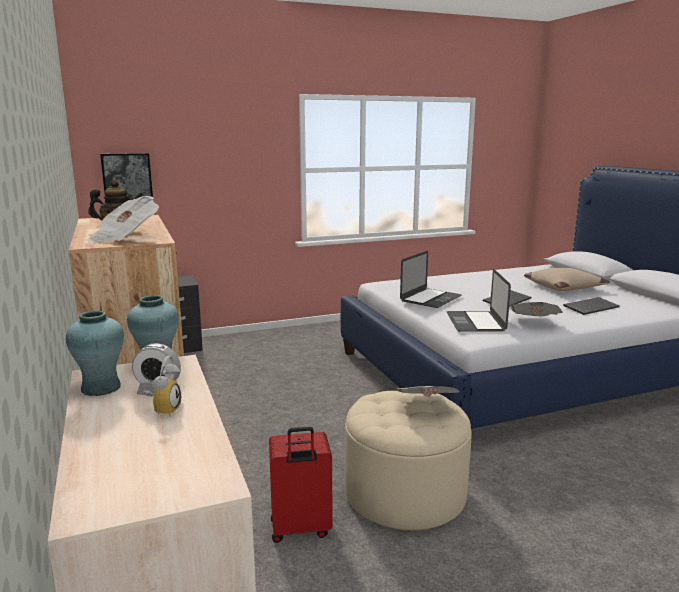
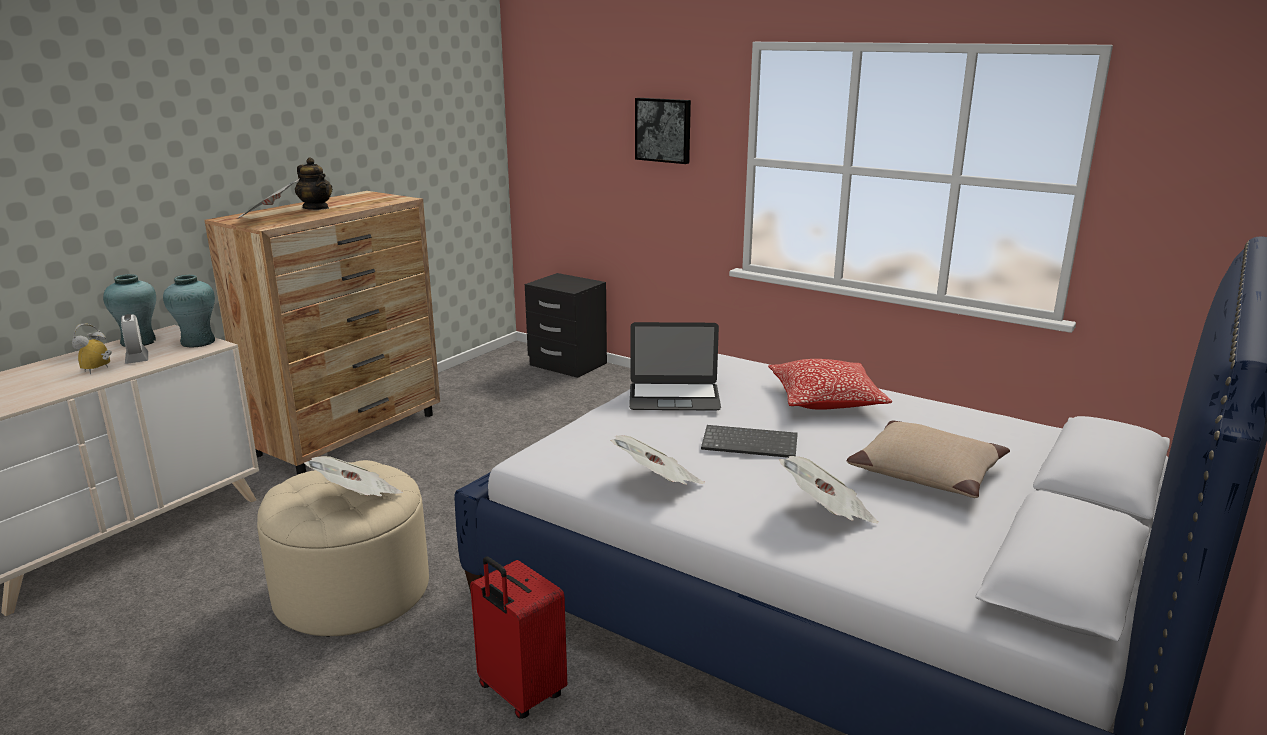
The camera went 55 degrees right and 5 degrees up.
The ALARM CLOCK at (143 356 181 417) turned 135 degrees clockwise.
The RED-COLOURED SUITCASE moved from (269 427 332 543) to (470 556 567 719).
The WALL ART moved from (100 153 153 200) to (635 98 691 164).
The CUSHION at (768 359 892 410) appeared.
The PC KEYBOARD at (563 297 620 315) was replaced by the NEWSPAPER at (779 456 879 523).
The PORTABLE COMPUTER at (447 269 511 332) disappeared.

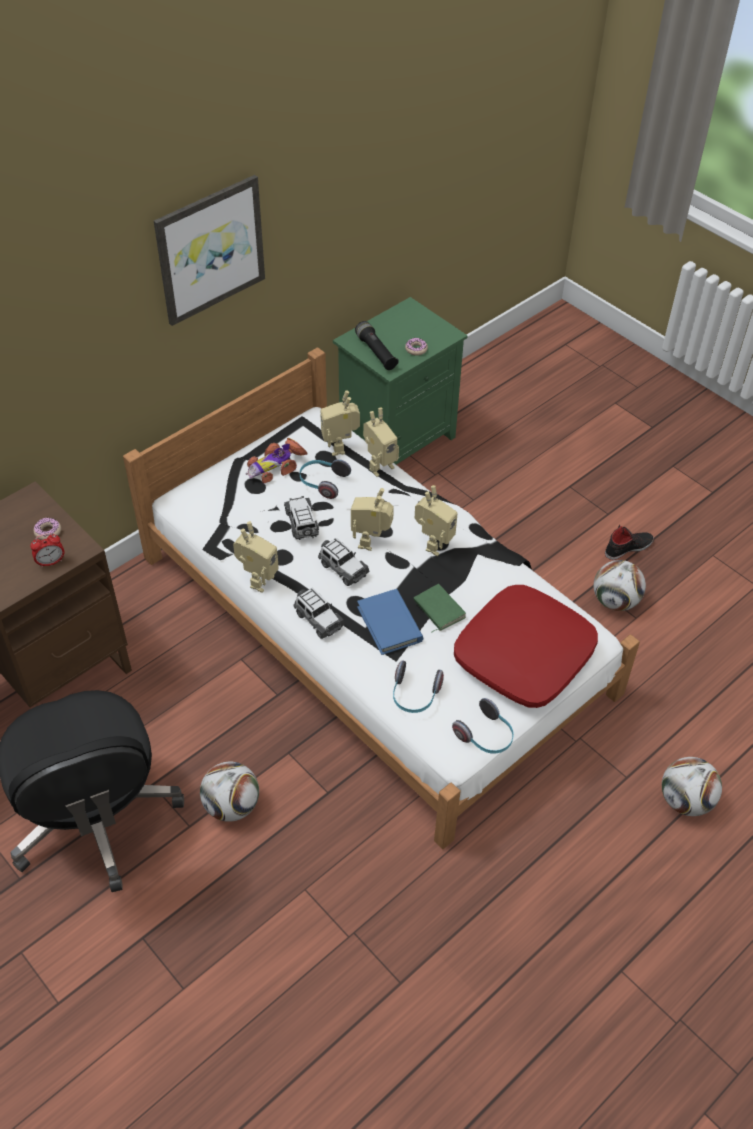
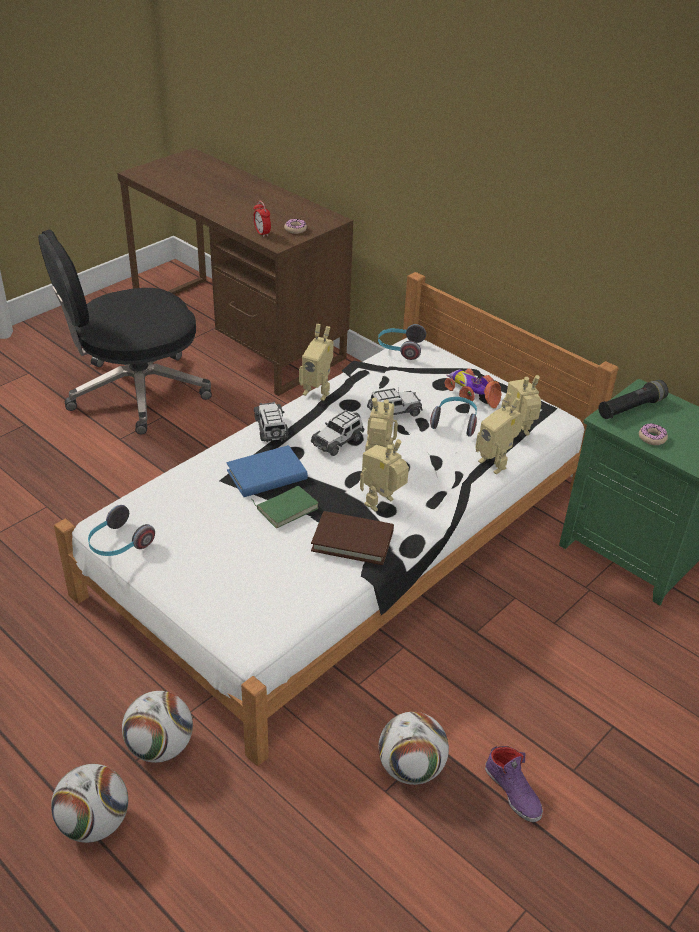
The camera went 85 degrees right and 10 degrees down.
The BALL FOR FOOTBALL moved from (200 762 259 822) to (122 691 193 763).
The MODEL CAR at (294 588 345 639) turned 120 degrees clockwise.
The BROWN VOLUME at (311 511 394 565) appeared.
The MODEL ROBOT at (415 485 458 556) turned 105 degrees clockwise.
The HEADSET moved from (393 660 444 713) to (378 324 426 360).
The BLACKISH SHOE at (605 525 654 560) became the PURPLE-COLOURED SHOE at (485 746 543 823).
The WALL ART at (154 175 265 326) disappeared.
The RED-COLOURED CUSHION at (454 585 598 708) disappeared.

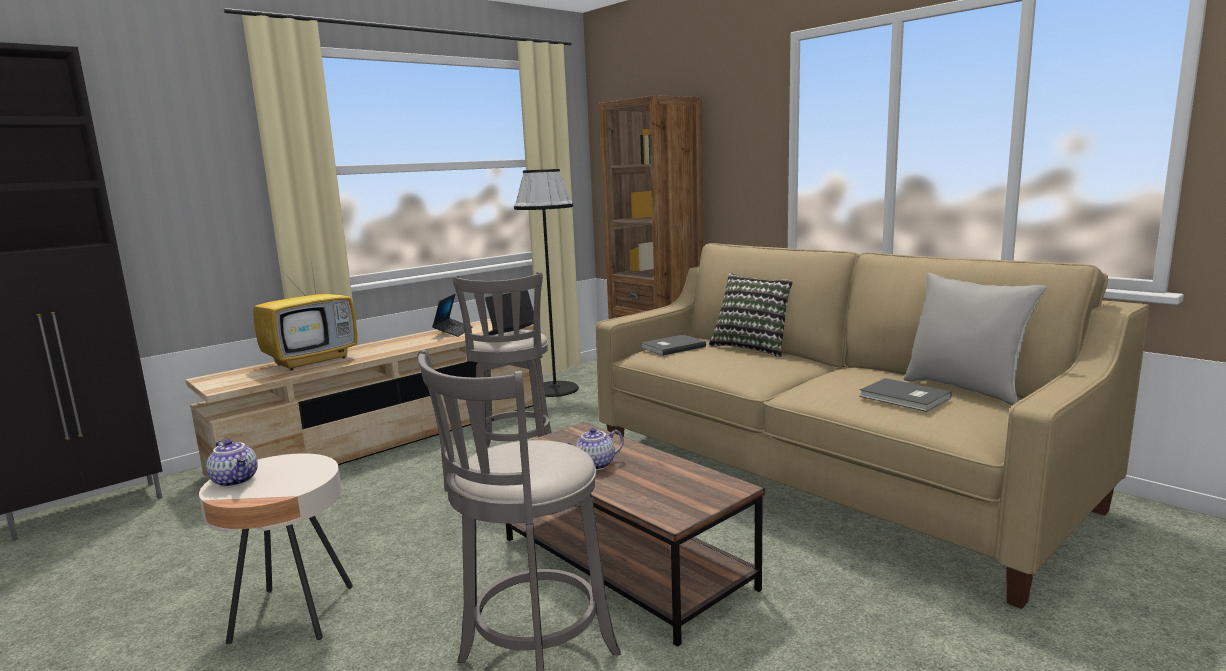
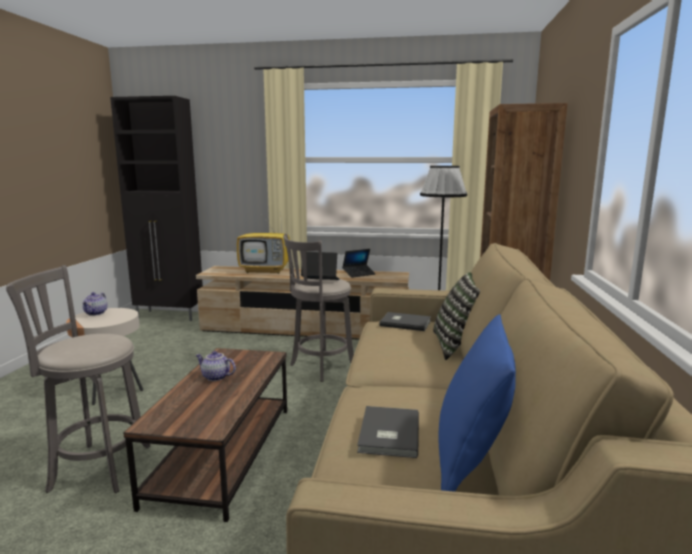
The camera went 50 degrees right and 0 degrees up.
The GRAY CUSHION at (904 273 1046 405) became the BLUE CUSHION at (438 314 516 492).

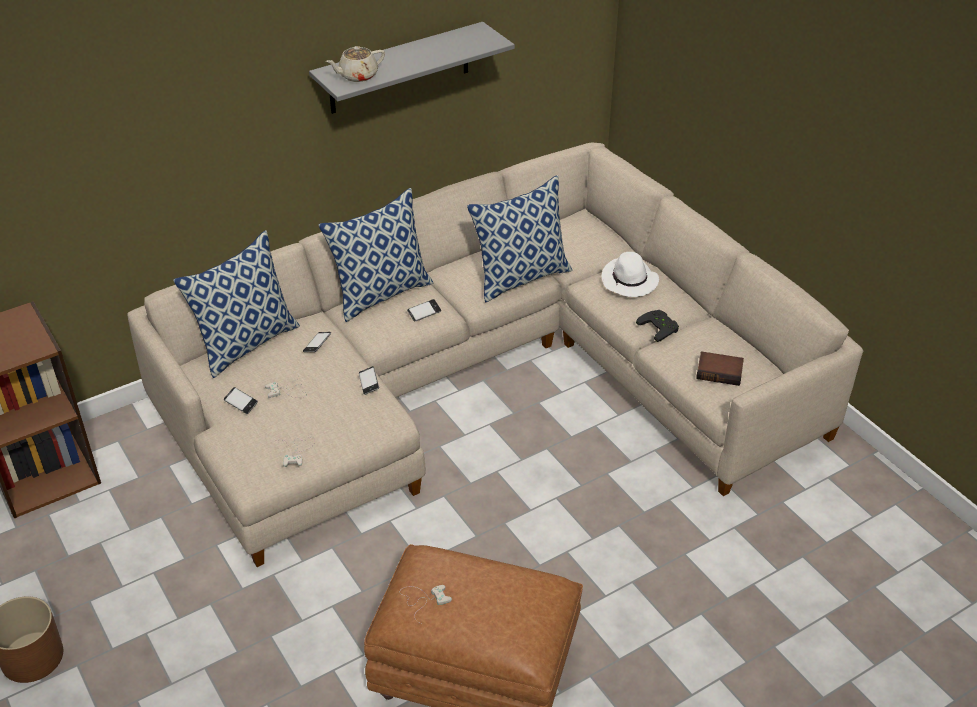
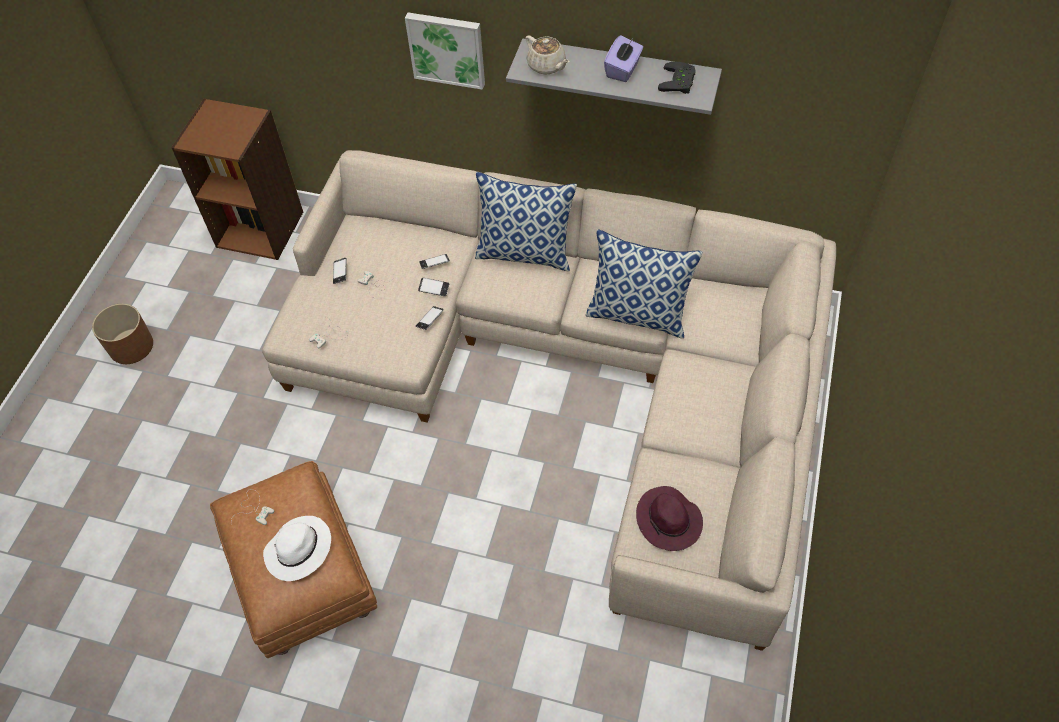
The camera went 50 degrees right and 15 degrees up.
The WHITE-COLOURED WEARABLE HAT moved from (602 252 659 297) to (263 516 331 581).
The WALL ART at (405 13 485 90) appeared.
The TELEPHONE moved from (407 299 441 321) to (418 278 449 296).
The BEIGE TEAPOT at (326 46 385 82) turned 150 degrees counterclockwise.
The PURPLE-COLOURED BOX OF TISSUES at (604 35 643 82) appeared.
The VOLUME at (696 351 744 386) was replaced by the PURPLE-COLOURED WEARABLE HAT at (636 486 703 551).
The BLACKISH JOYPAD moved from (636 310 679 342) to (658 62 696 94).
The CUSHION at (173 230 300 378) disappeared.

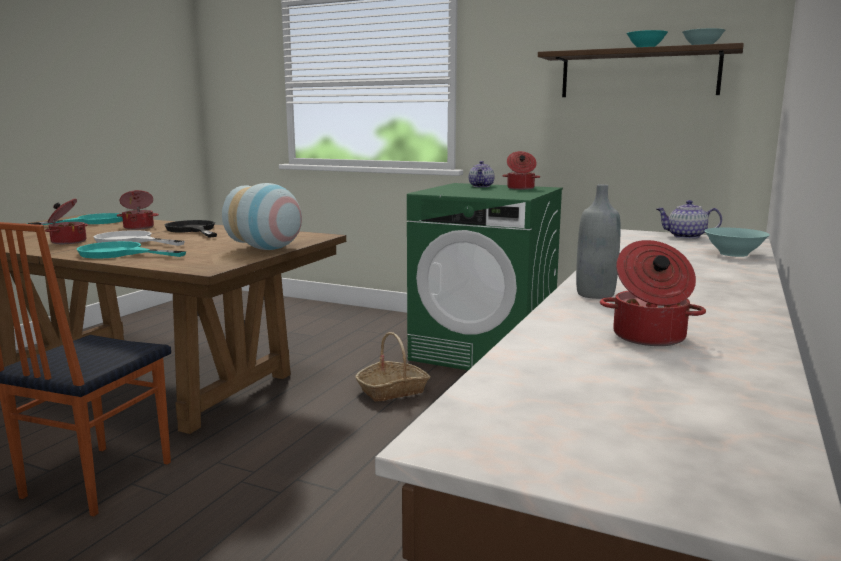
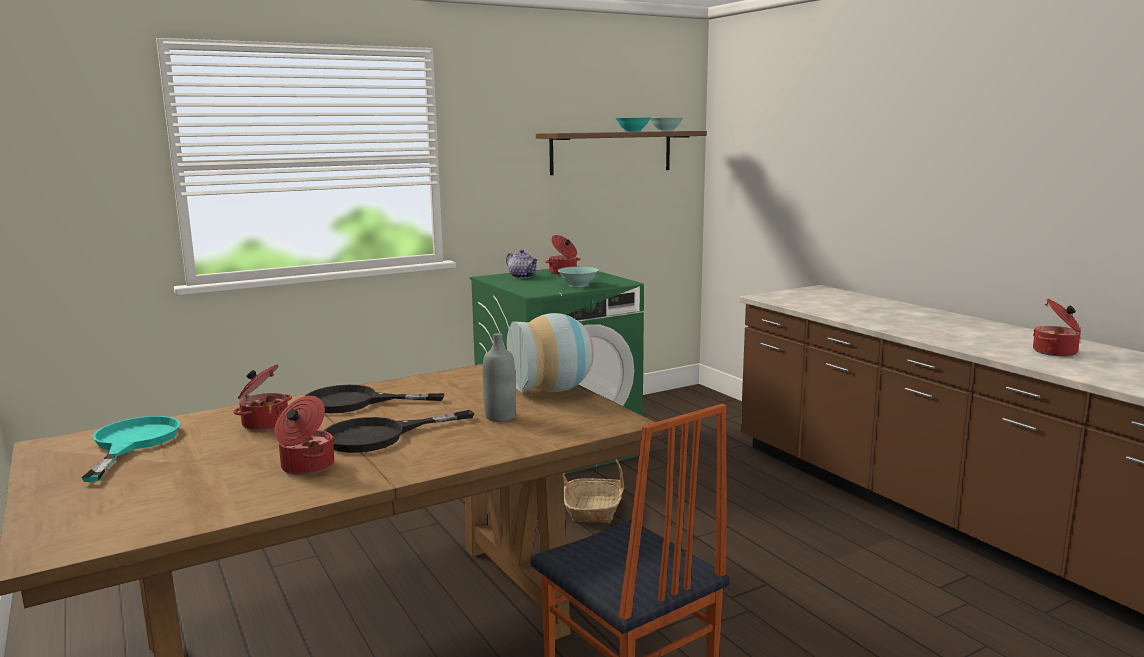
The camera went 55 degrees left and 0 degrees up.
The WHITE-COLOURED SKILLET at (94 230 185 246) became the BLACKISH SKILLET at (324 410 474 453).
The GRAY BOTTLE moved from (576 184 621 299) to (483 333 516 422).
The BLUE-GREEN BOWL moved from (704 227 770 257) to (558 267 599 287).
The BLUE-GREEN SKILLET at (77 241 186 259) disappeared.
The TEAPOT at (657 200 722 239) disappeared.

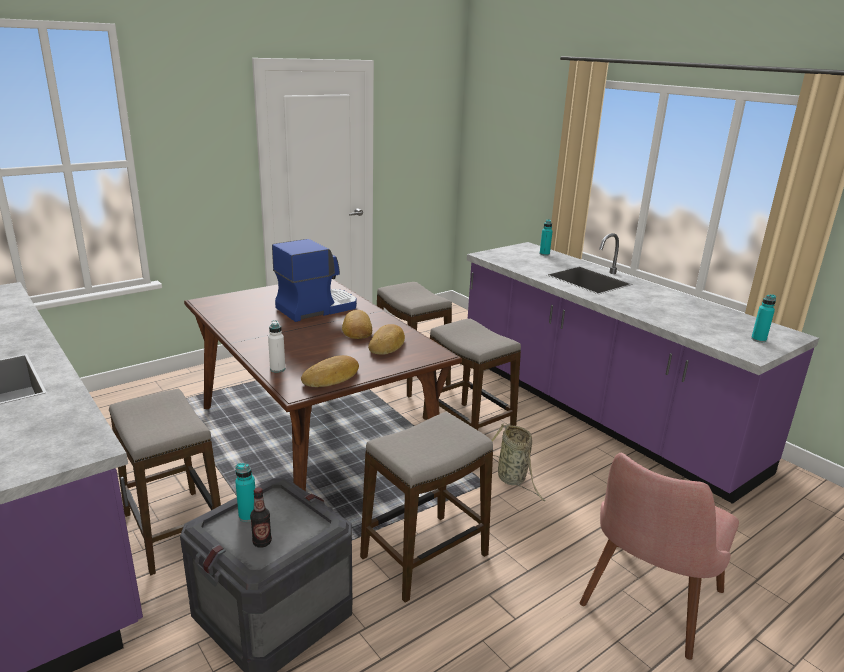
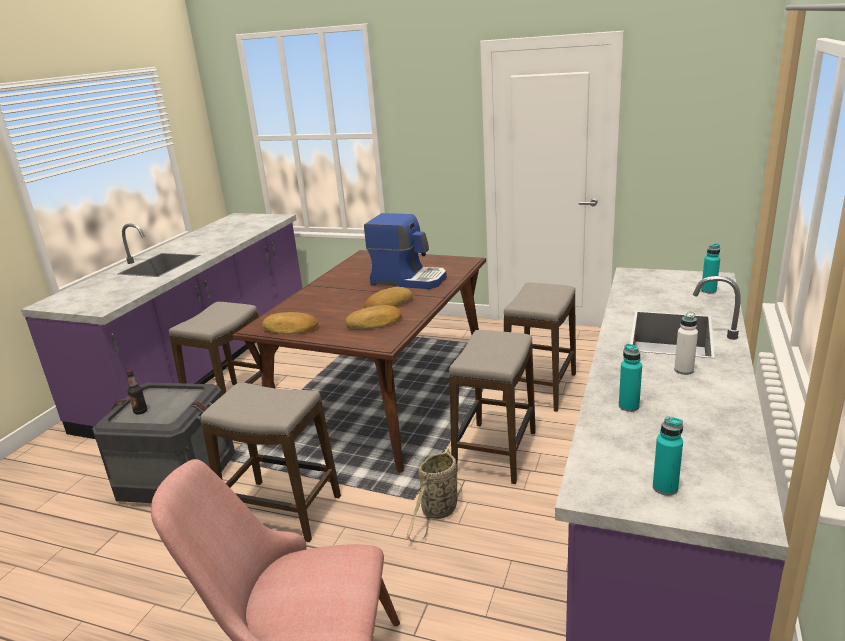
The camera went 60 degrees right and 0 degrees up.
The BLUE-GREEN BOTTLE moved from (235 463 255 522) to (619 344 642 412).
The WHITE-COLOURED BOTTLE moved from (268 320 285 373) to (674 312 698 375).

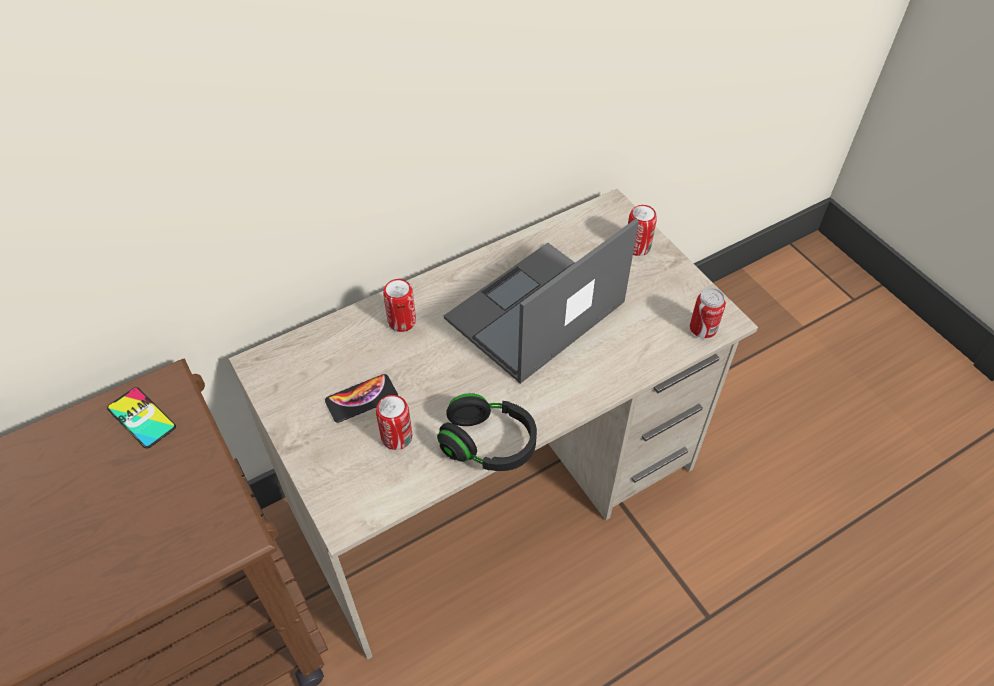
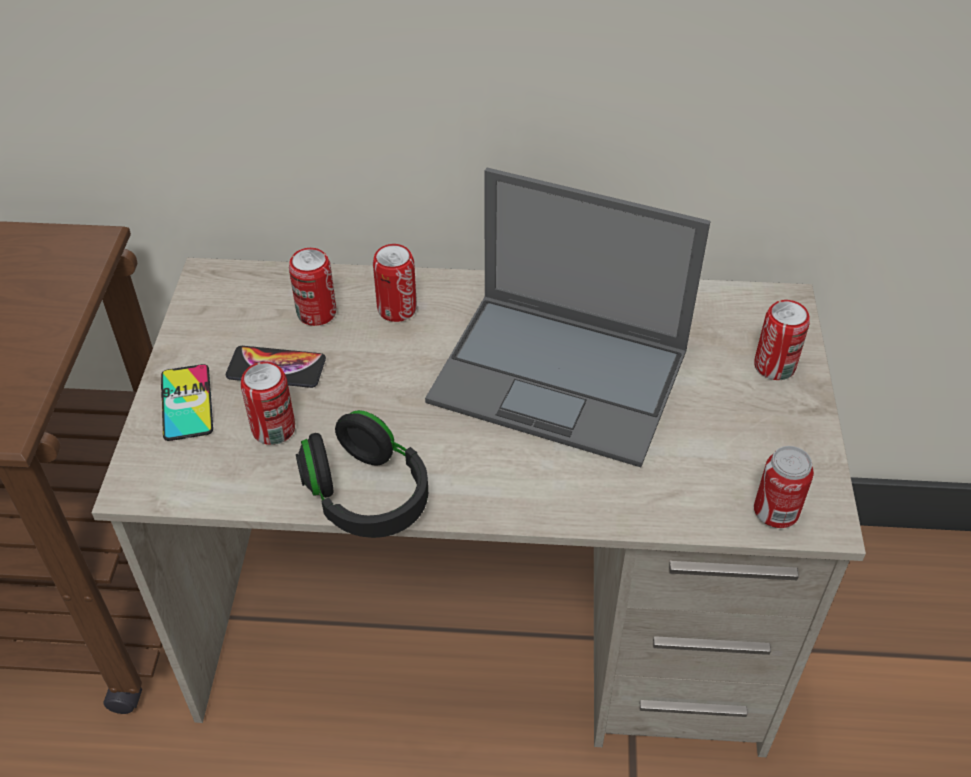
The camera went 35 degrees right and 5 degrees down.
The TELEPHONE moved from (107 387 176 449) to (161 364 213 441).
The METAL CAN at (289 248 336 326) appeared.
The PORTABLE COMPUTER at (444 219 639 384) turned 150 degrees counterclockwise.

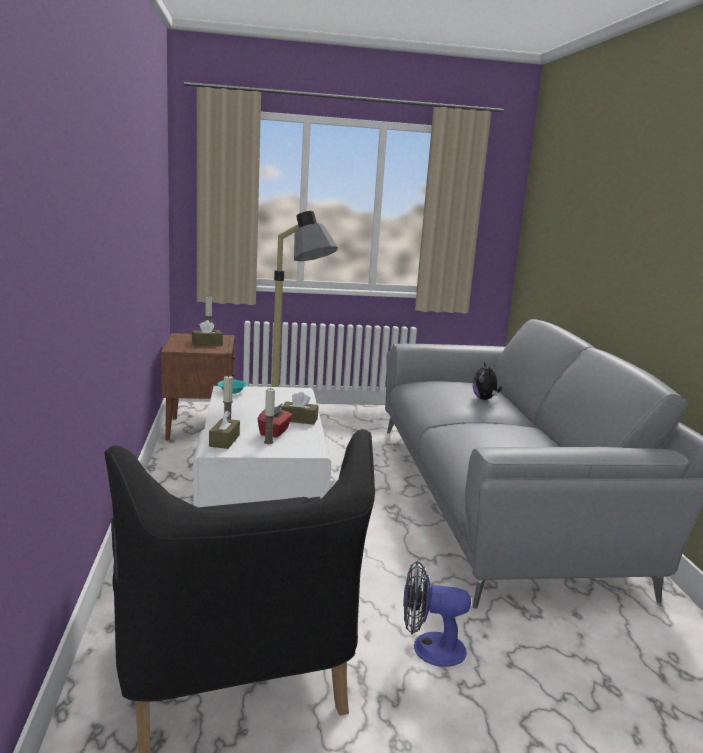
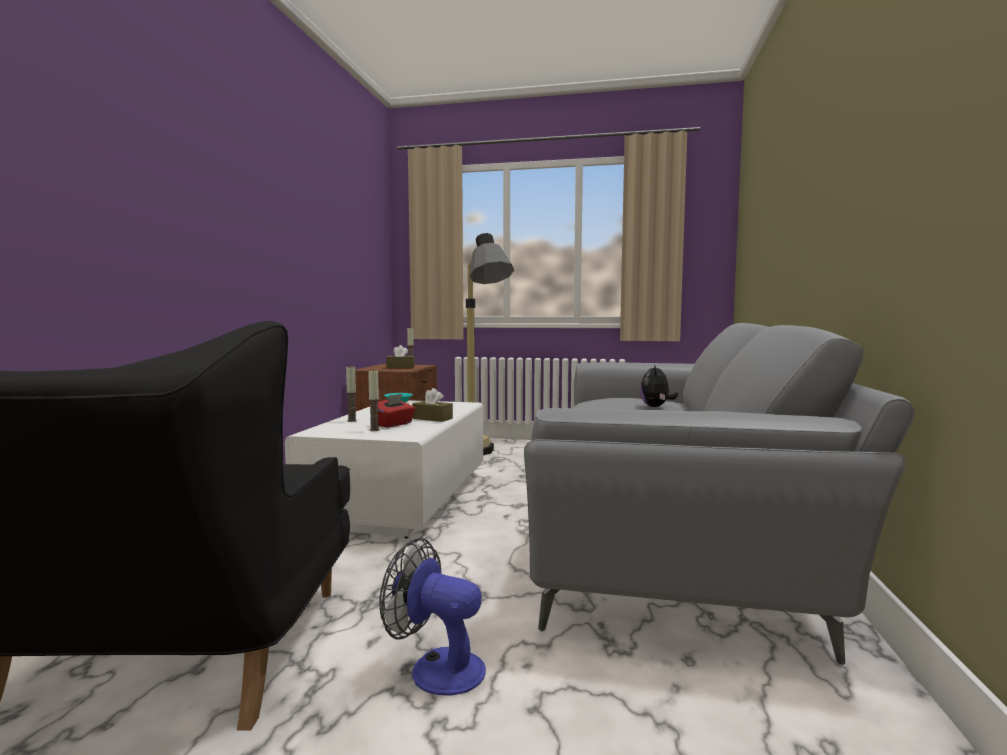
The camera went 20 degrees right and 10 degrees down.
The BROWN BOX OF TISSUES at (209 410 240 449) disappeared.

